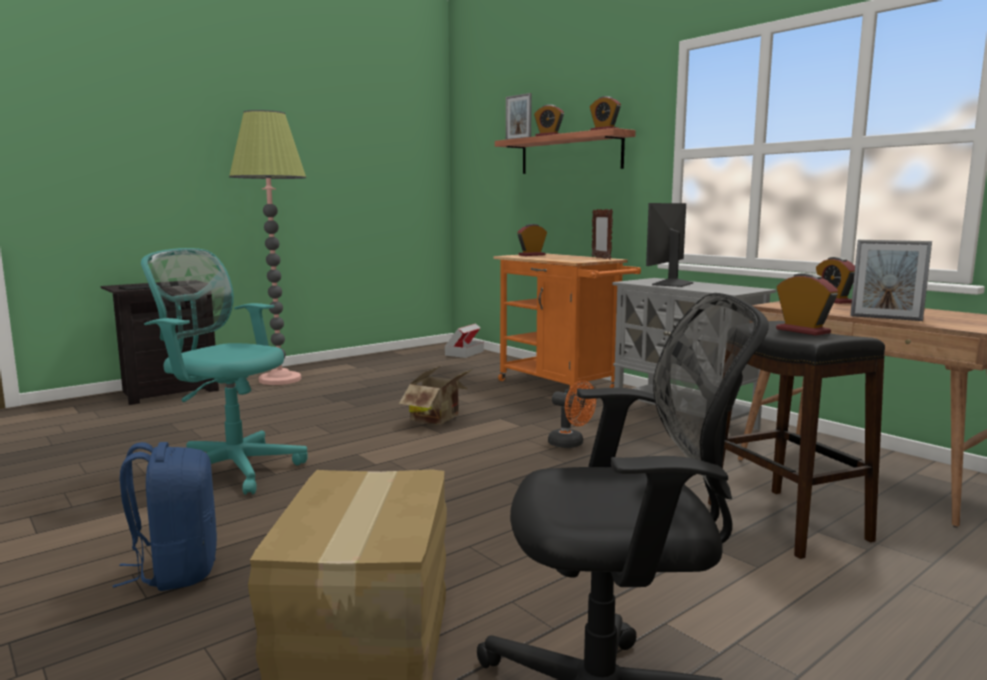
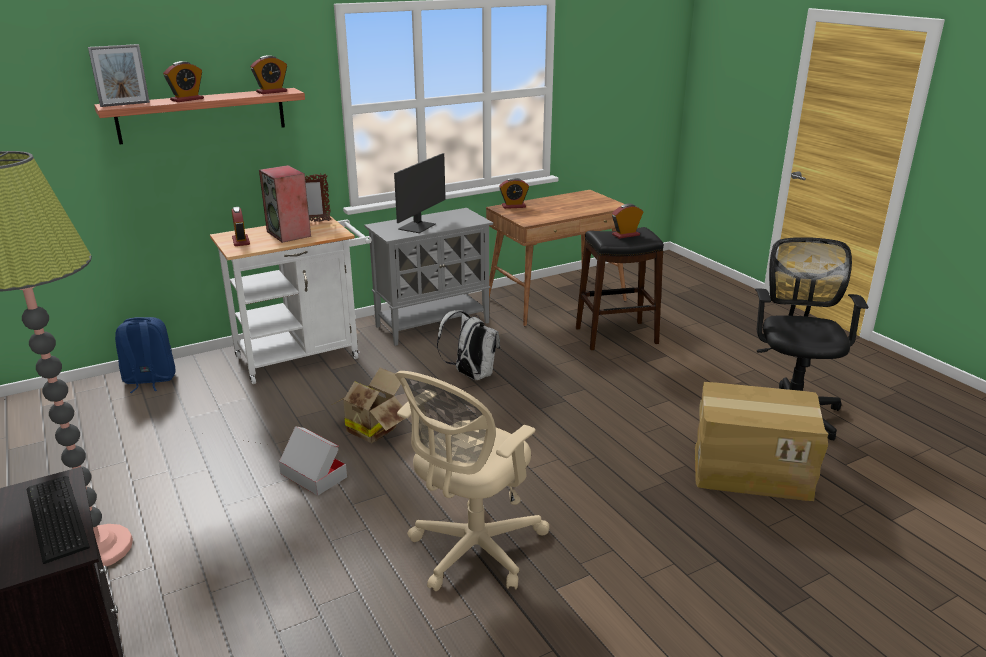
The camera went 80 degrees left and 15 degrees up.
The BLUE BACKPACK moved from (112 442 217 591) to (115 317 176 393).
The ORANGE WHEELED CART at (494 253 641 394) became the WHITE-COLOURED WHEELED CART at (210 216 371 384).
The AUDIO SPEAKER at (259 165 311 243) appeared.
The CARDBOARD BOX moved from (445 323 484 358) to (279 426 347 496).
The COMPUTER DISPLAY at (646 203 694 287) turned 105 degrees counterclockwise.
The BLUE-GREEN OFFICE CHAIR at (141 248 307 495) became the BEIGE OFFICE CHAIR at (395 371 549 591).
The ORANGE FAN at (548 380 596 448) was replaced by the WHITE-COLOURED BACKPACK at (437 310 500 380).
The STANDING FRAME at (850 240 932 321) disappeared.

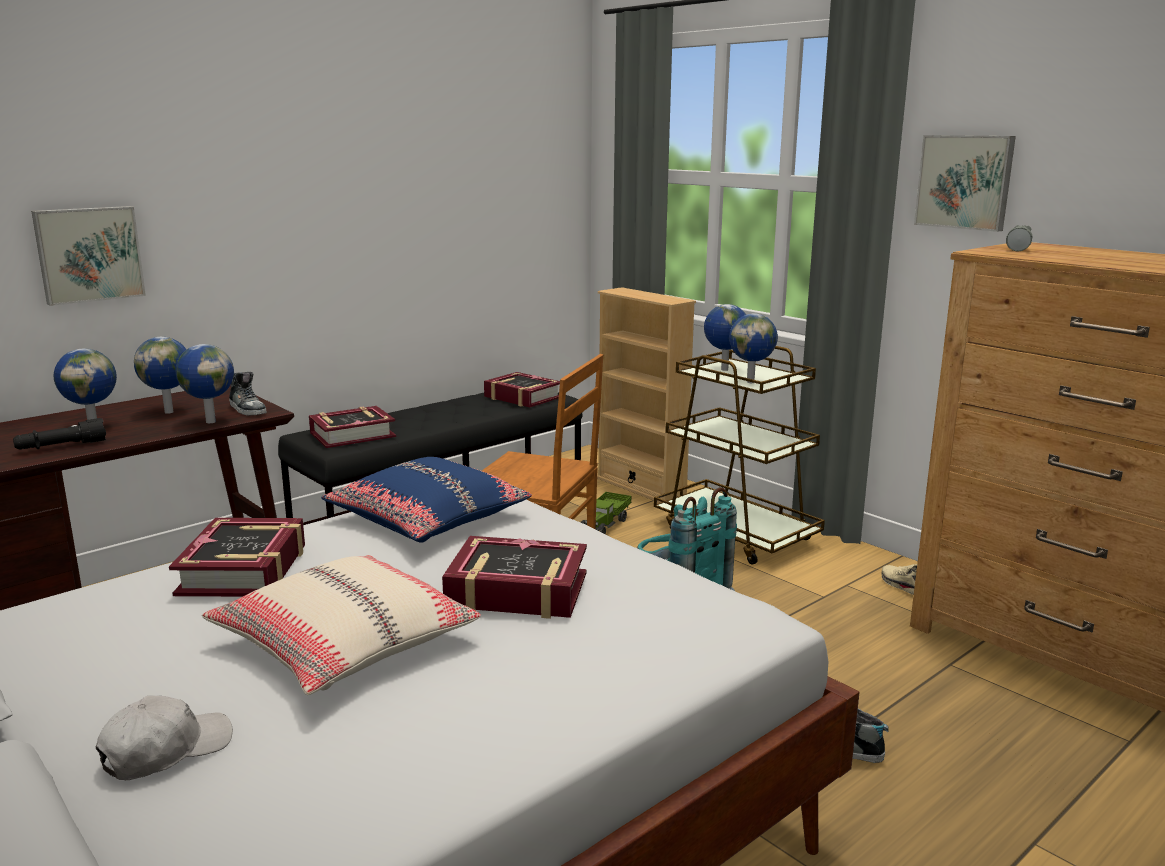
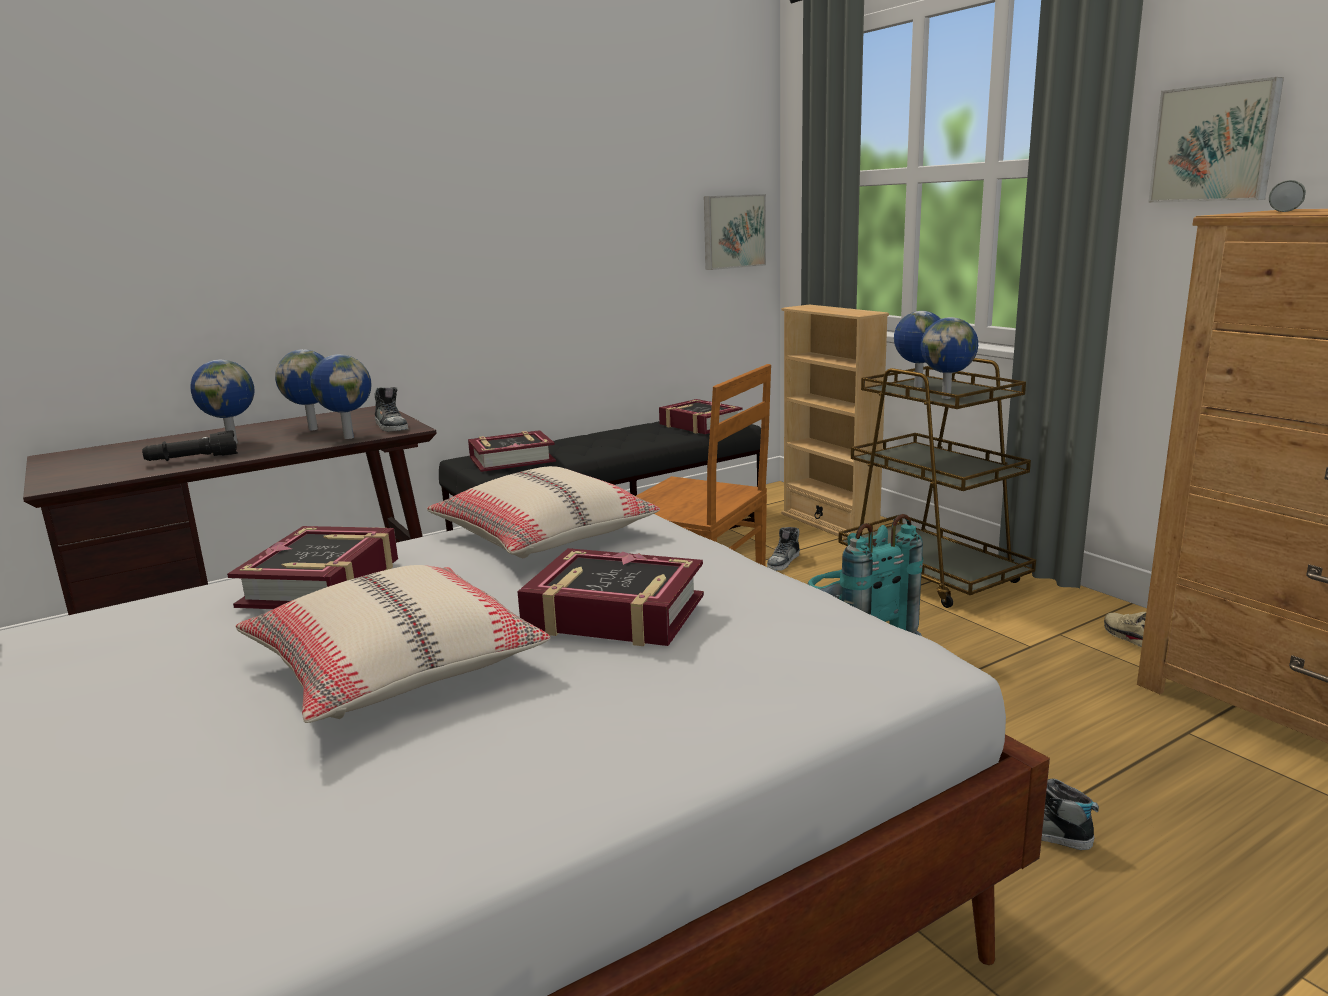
The camera went 10 degrees right and 0 degrees up.
The BLUE CUSHION at (321 457 532 543) became the BEIGE CUSHION at (427 466 660 558).
The WALL ART moved from (31 206 146 306) to (704 194 766 270).
The MODEL TRUCK at (580 492 632 534) was replaced by the SHOE at (767 527 800 571).
The WHITE-COLOURED BASEBALL CAP at (96 696 233 780) disappeared.

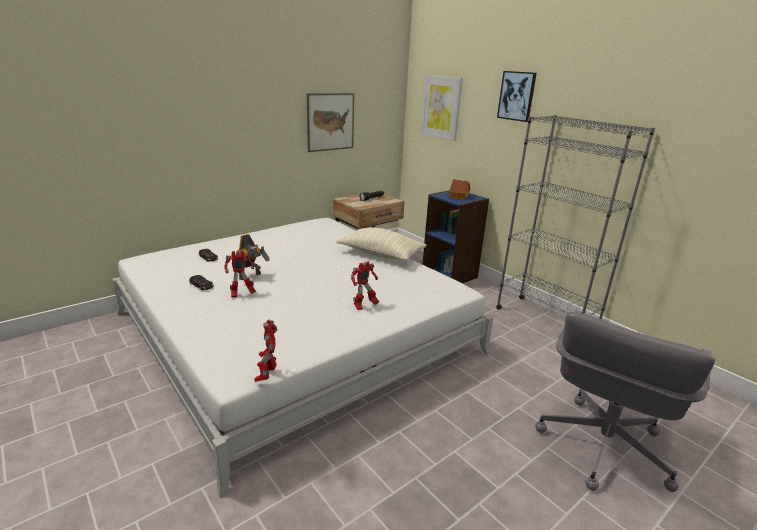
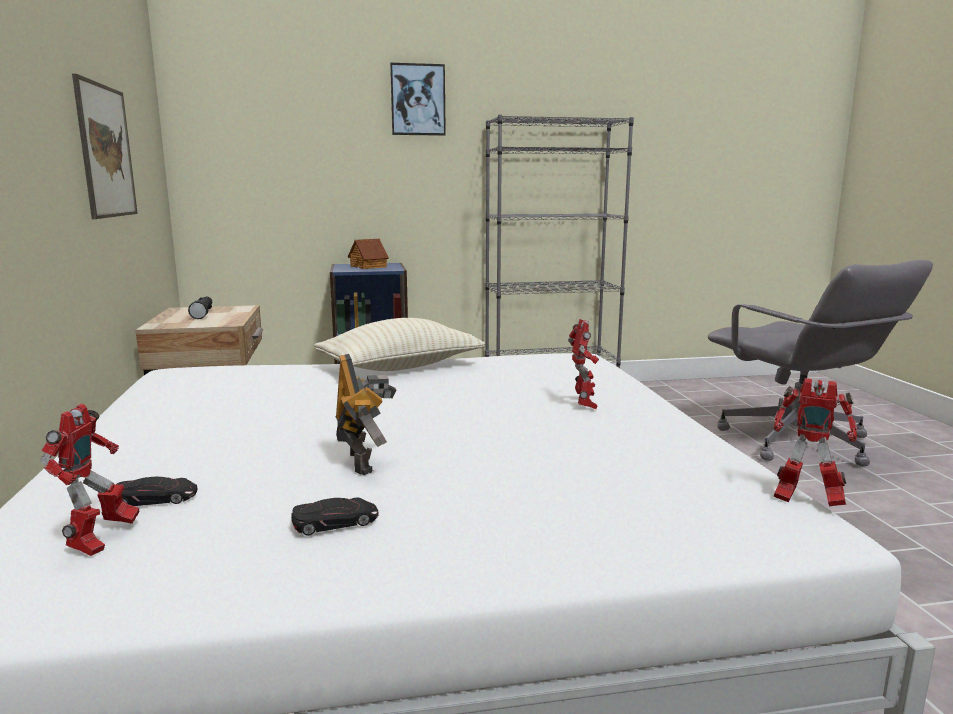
The camera went 60 degrees left and 10 degrees down.
The MODEL ROBOT moved from (224 250 256 297) to (40 404 139 556).
The WALL ART at (421 75 463 141) disappeared.

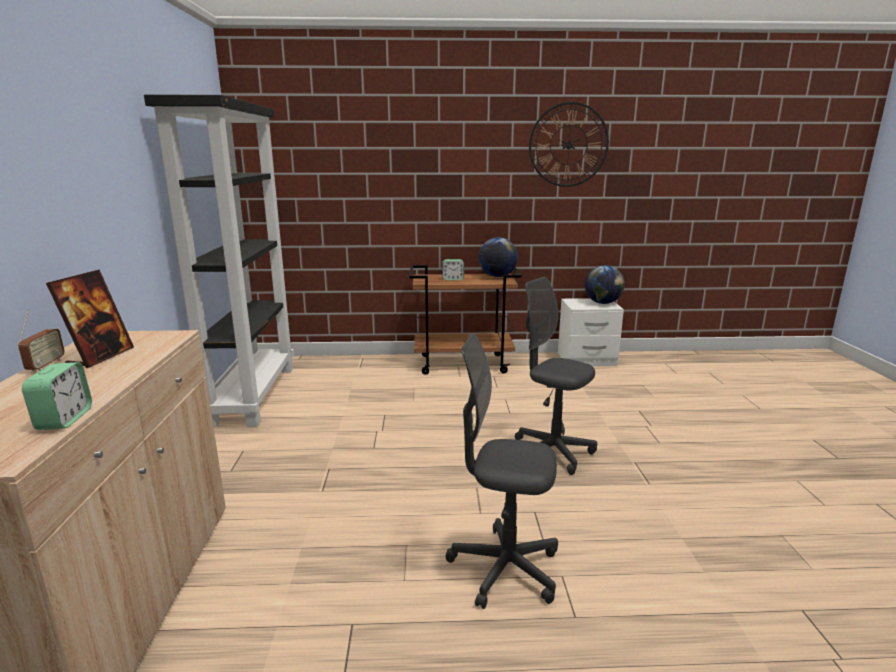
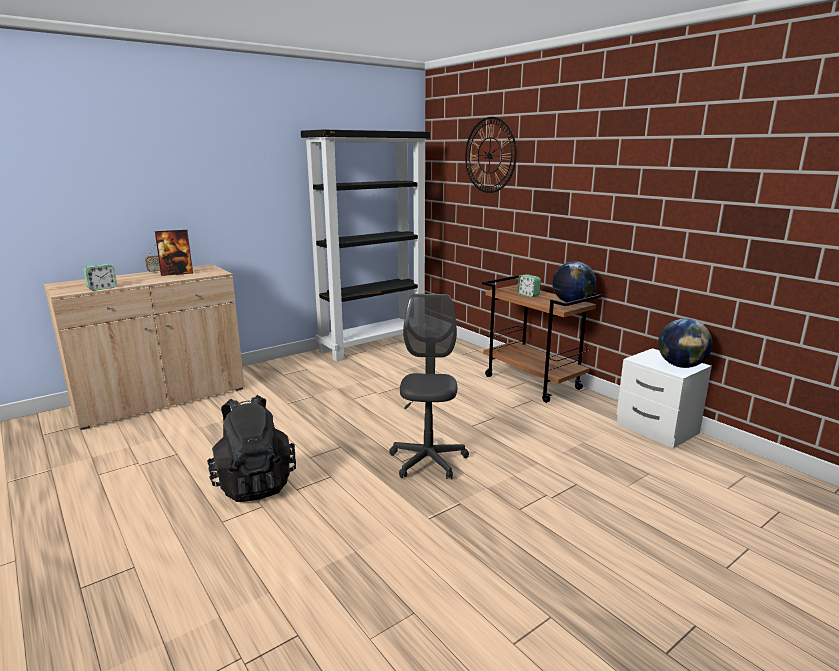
The camera went 55 degrees right and 0 degrees up.
The GRAY OFFICE CHAIR at (445 333 558 609) was replaced by the BLACKISH BACKPACK at (207 395 296 502).
The HANGING CLOCK moved from (529 102 609 187) to (465 117 517 193).

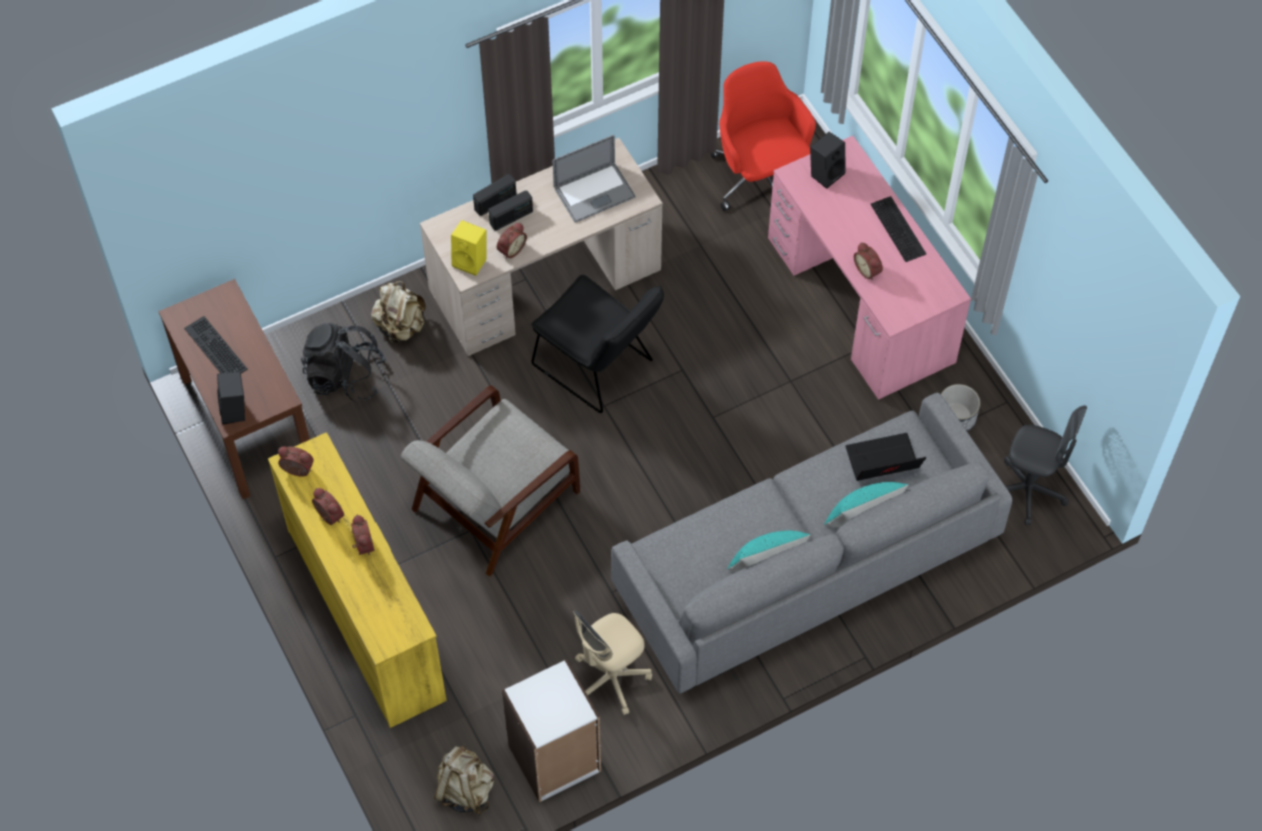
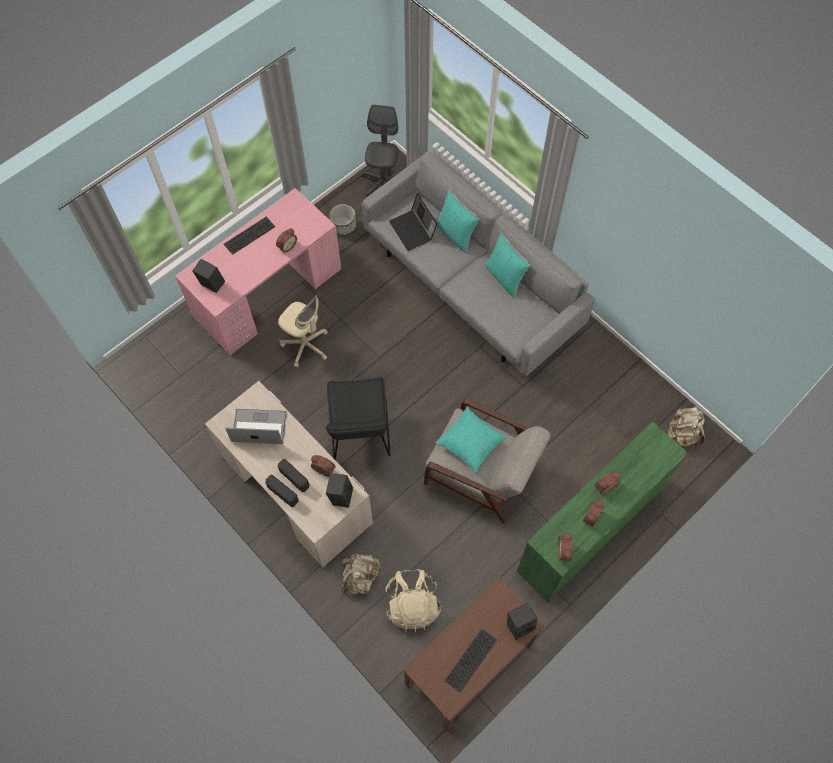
The camera went 105 degrees left and 5 degrees up.
The PORTABLE COMPUTER at (553 135 635 223) turned 45 degrees counterclockwise.
The BEIGE OFFICE CHAIR moved from (574 611 652 715) to (278 294 328 368).
The BLACKISH UPRIGHT CHAIR at (532 275 664 413) turned 150 degrees clockwise.
The YELLOWISH AUDIO SPEAKER at (451 220 486 276) became the BLACKISH AUDIO SPEAKER at (326 473 353 508).
The BLACKISH BACKPACK at (301 323 386 402) became the BEIGE BACKPACK at (385 569 441 632).
The BLUE-GREEN CUSHION at (435 407 507 474) appeared.
The YELLOWISH CHEST OF DRAWERS at (268 432 447 728) became the GREEN CHEST OF DRAWERS at (517 422 688 602).
The WHITE-COLOURED BOOKSHELF at (502 659 601 803) disappeared.
The RED-COLOURED OFFICE CHAIR at (710 61 816 211) disappeared.

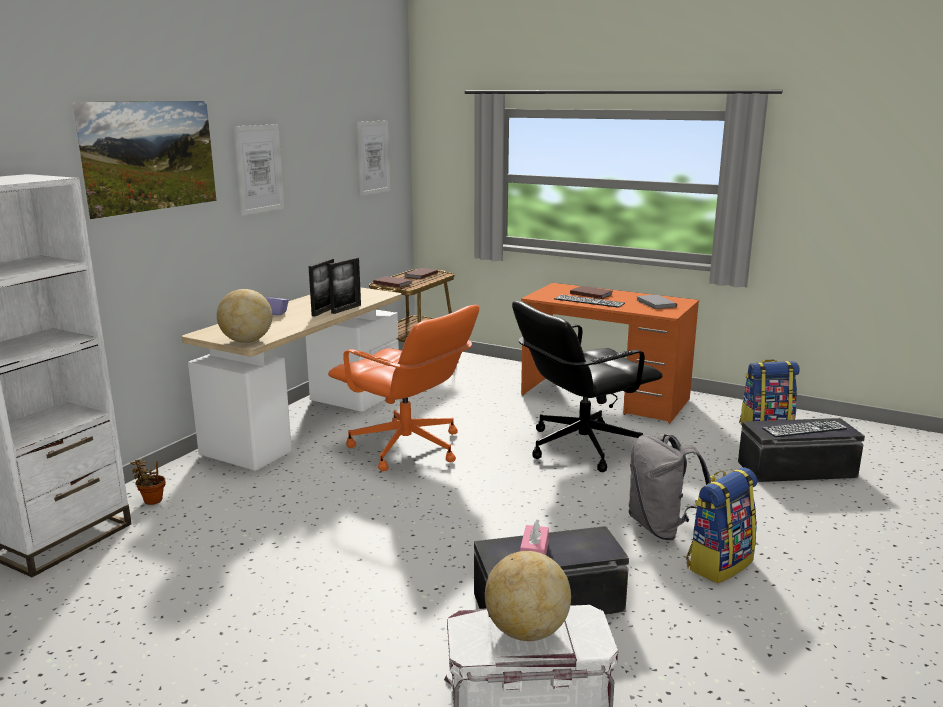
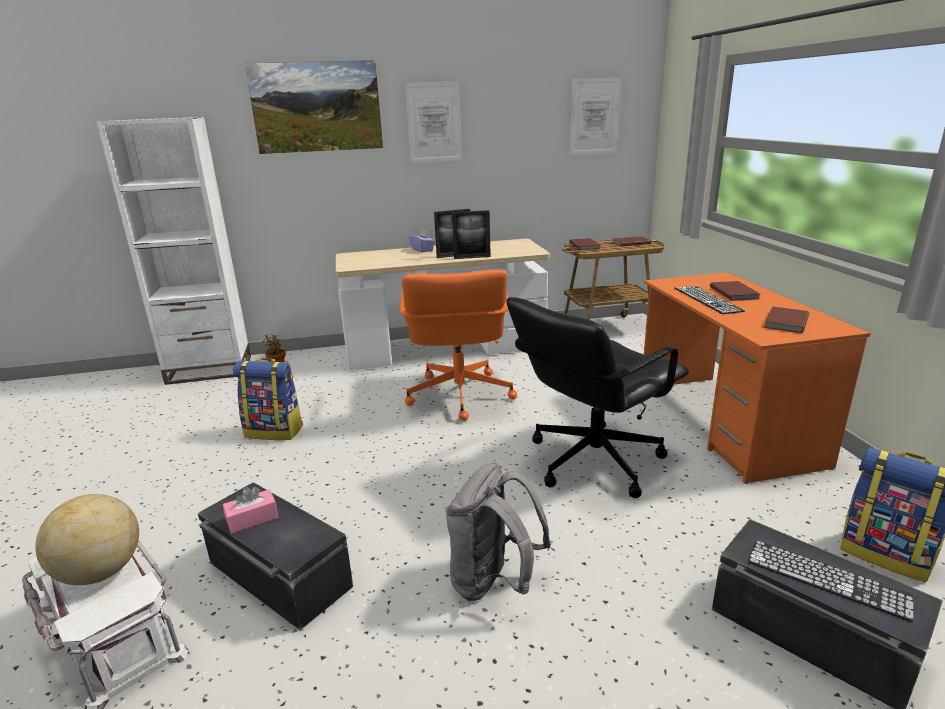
The camera went 50 degrees right and 5 degrees up.
The BACKPACK moved from (686 467 757 583) to (233 358 303 440).
The BLACKISH OFFICE CHAIR at (512 301 663 472) turned 60 degrees counterclockwise.
The GRAY VOLUME at (637 295 677 309) became the BROWN VOLUME at (764 307 809 333).
The DESK GLOBE at (217 289 272 343) disappeared.

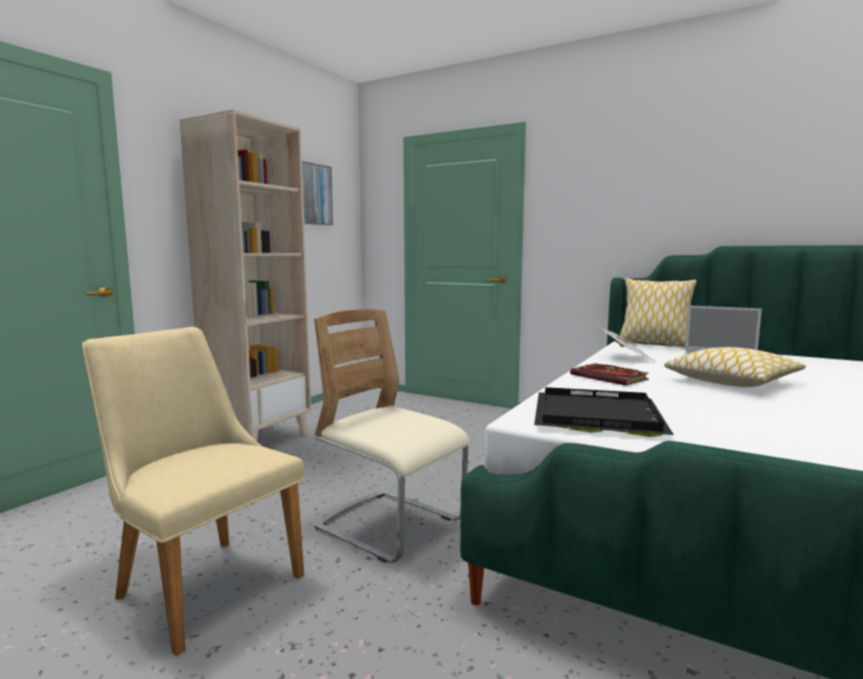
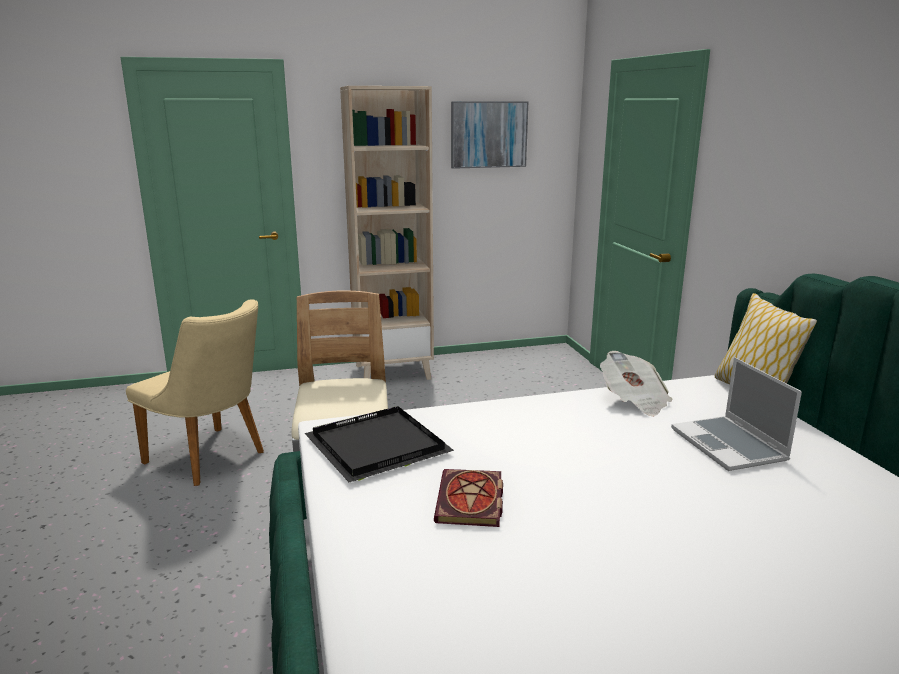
The camera went 45 degrees right and 10 degrees up.
The BEIGE UPRIGHT CHAIR at (82 327 304 656) turned 135 degrees clockwise.
The VOLUME moved from (570 363 649 386) to (434 469 503 527).
The CUSHION at (664 347 806 387) disappeared.

